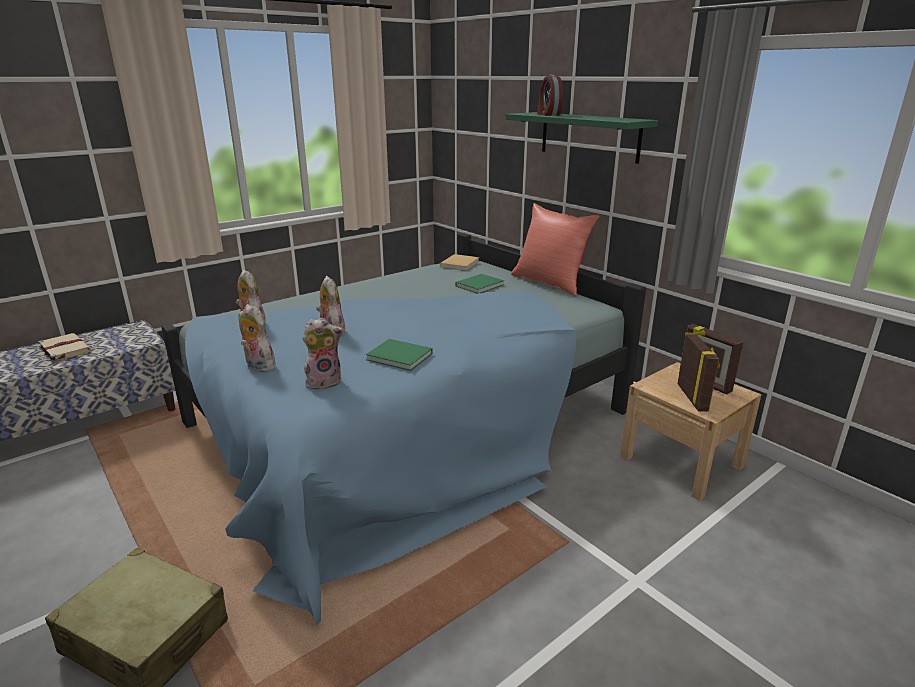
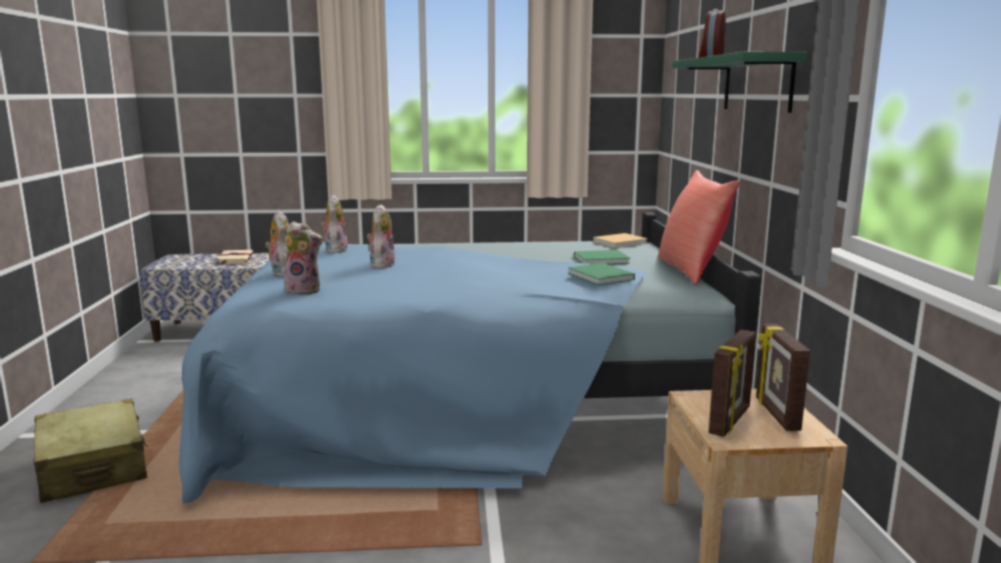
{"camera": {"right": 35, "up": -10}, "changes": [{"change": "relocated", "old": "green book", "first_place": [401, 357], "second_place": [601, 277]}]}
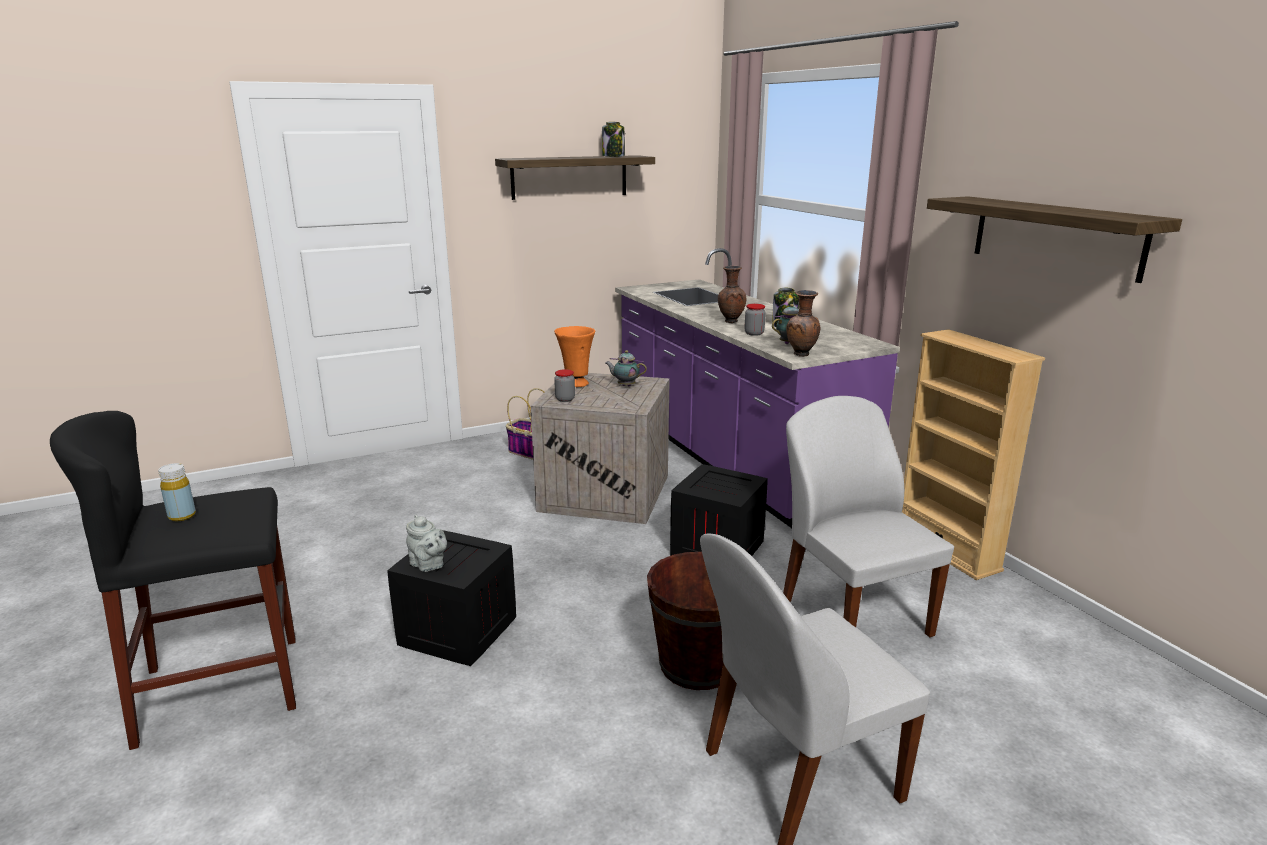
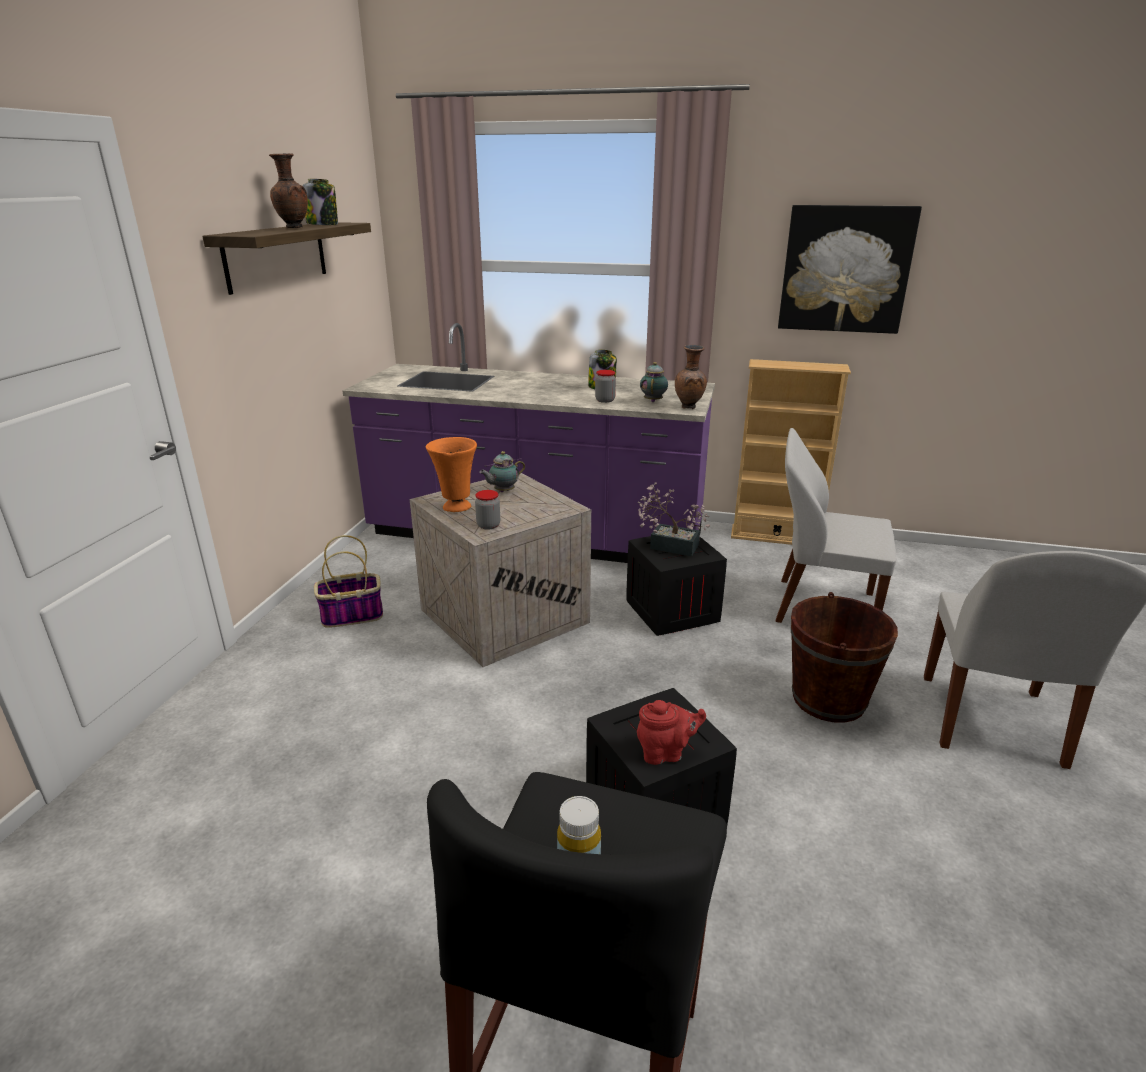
{"camera": {"right": -50, "up": 5}, "changes": [{"change": "exchanged", "old": "shelf", "new": "picture", "first_place": [1056, 236], "second_place": [845, 269]}, {"change": "relocated", "old": "brown vase", "first_place": [730, 321], "second_place": [293, 228]}, {"change": "colour", "old": "grey teapot", "new": "red teapot", "first_place": [428, 565], "second_place": [666, 753]}, {"change": "appeared", "new": "potted plant", "second_place": [668, 545]}]}
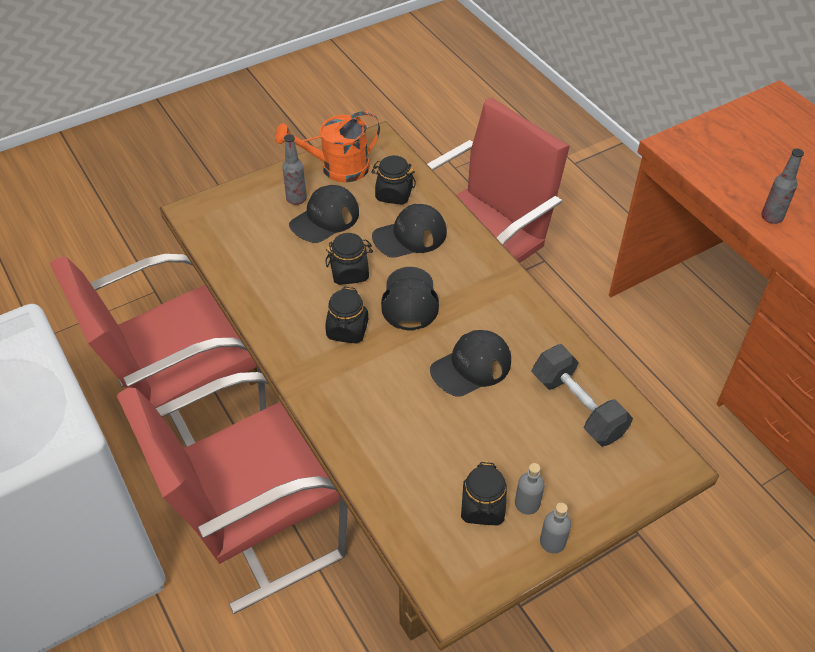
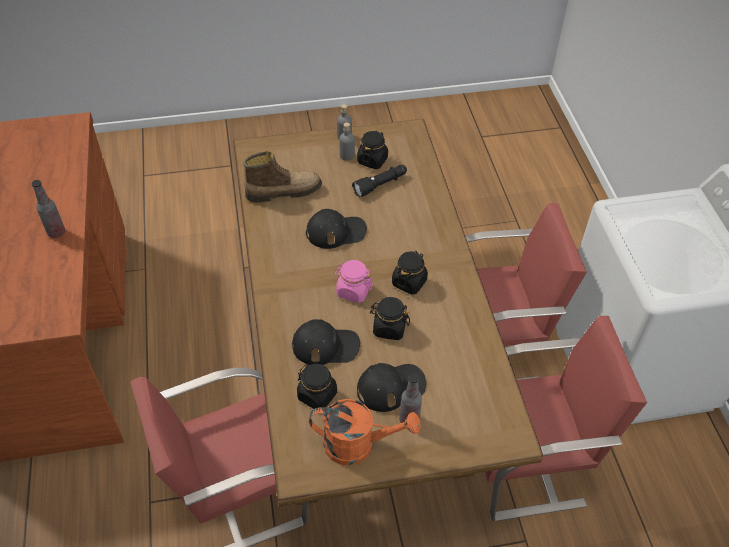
{"camera": {"right": -160, "up": 0}, "changes": [{"change": "exchanged", "old": "black cap", "new": "pink jar", "first_place": [409, 300], "second_place": [353, 291]}, {"change": "exchanged", "old": "grey dumbbell", "new": "boot", "first_place": [578, 406], "second_place": [283, 191]}, {"change": "appeared", "new": "black flashlight", "second_place": [380, 185]}]}
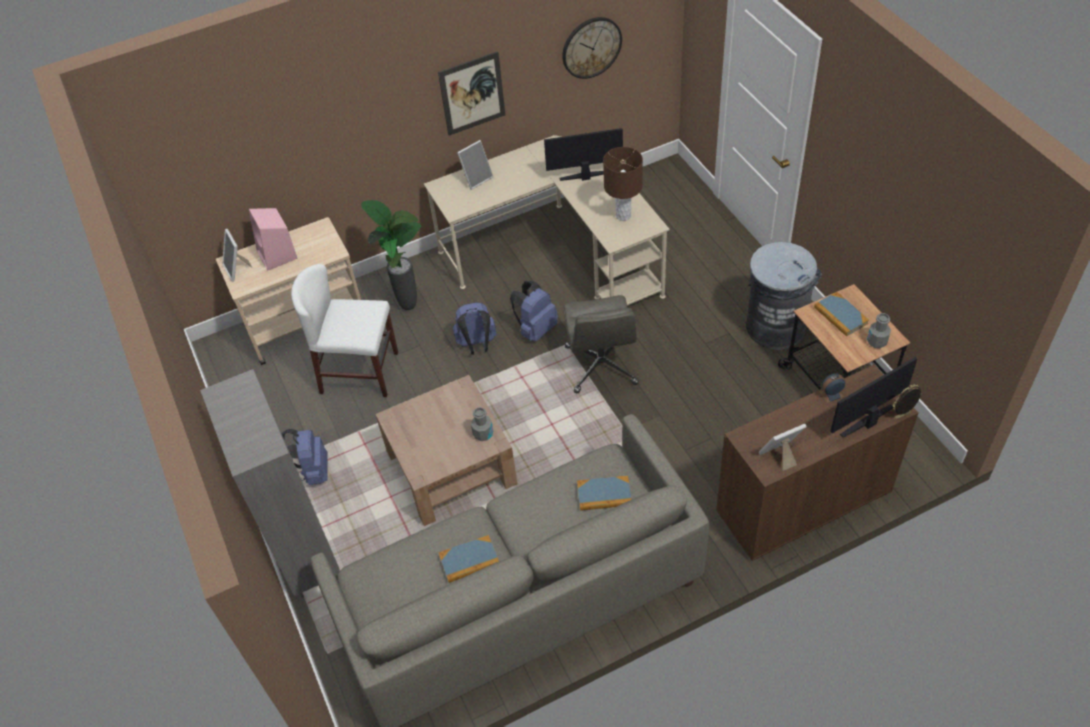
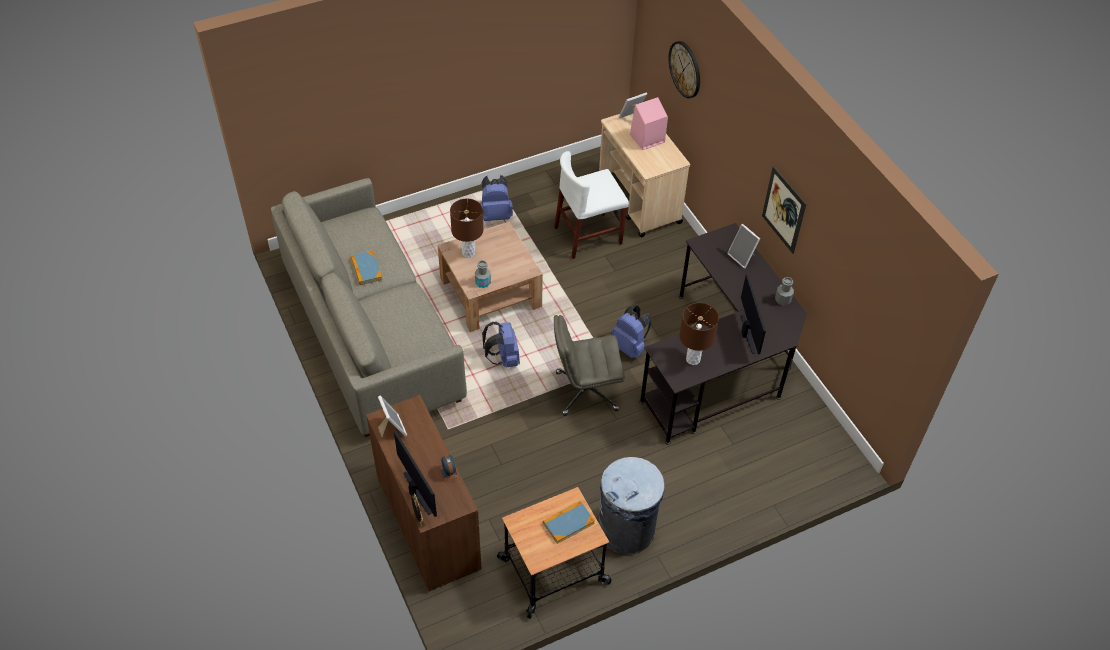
{"camera": {"right": 85, "up": 0}, "changes": [{"change": "relocated", "old": "wall clock", "first_place": [591, 47], "second_place": [685, 69]}, {"change": "colour", "old": "beige desk", "new": "black desk", "first_place": [557, 255], "second_place": [721, 364]}, {"change": "missing", "old": "potted plant", "first_place": [408, 305]}, {"change": "spun", "old": "white chair", "first_place": [359, 372], "second_place": [588, 235], "degrees": -120}, {"change": "relocated", "old": "blue backpack", "first_place": [477, 345], "second_place": [503, 358]}, {"change": "relocated", "old": "grey bottle", "first_place": [877, 341], "second_place": [782, 300]}, {"change": "missing", "old": "grey bookcase", "first_place": [306, 557]}, {"change": "missing", "old": "book", "first_place": [604, 495]}, {"change": "appeared", "new": "brown table lamp", "second_place": [468, 253]}]}
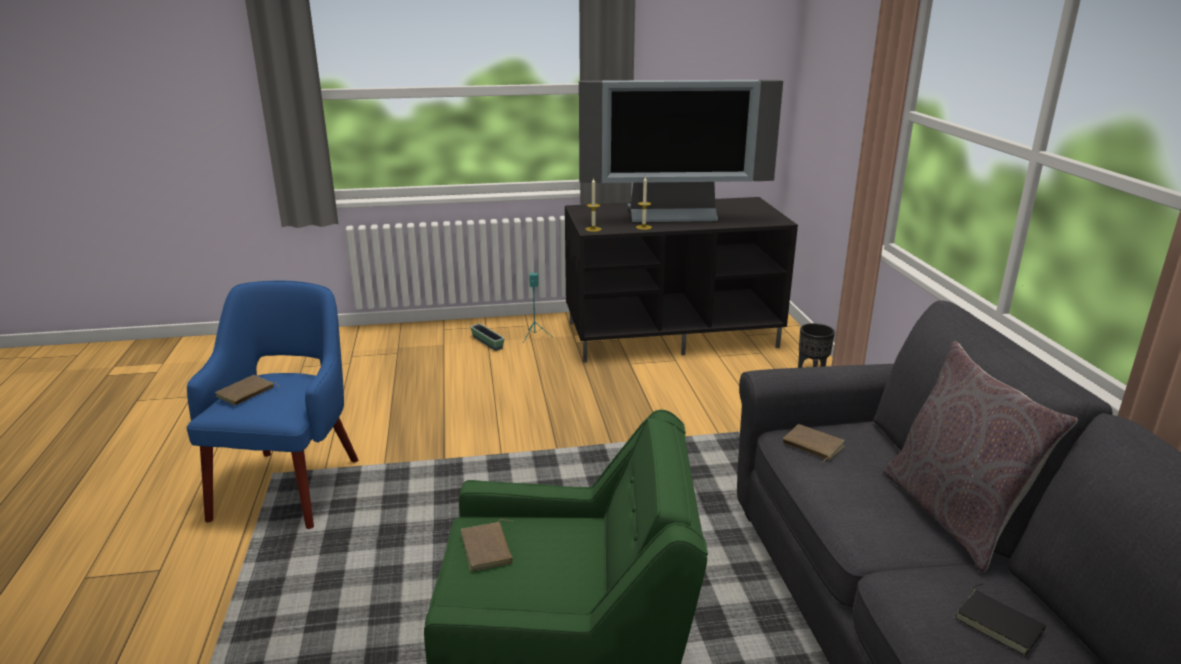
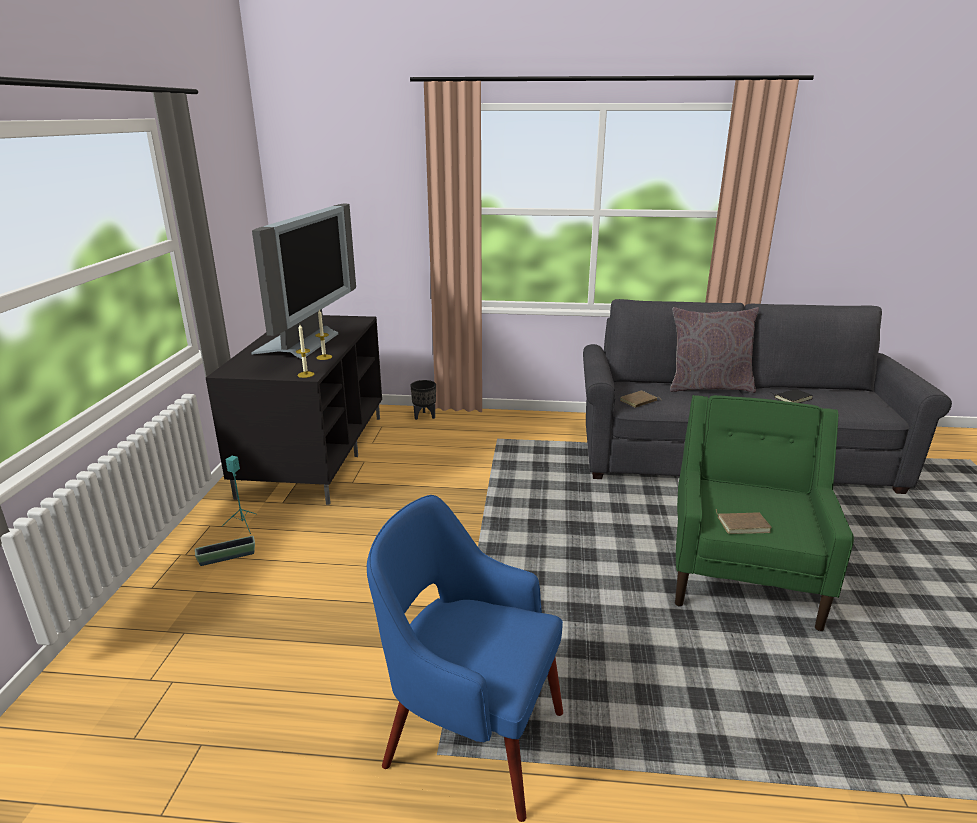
{"camera": {"right": -75, "up": 0}, "changes": [{"change": "missing", "old": "brown book", "first_place": [246, 393]}]}
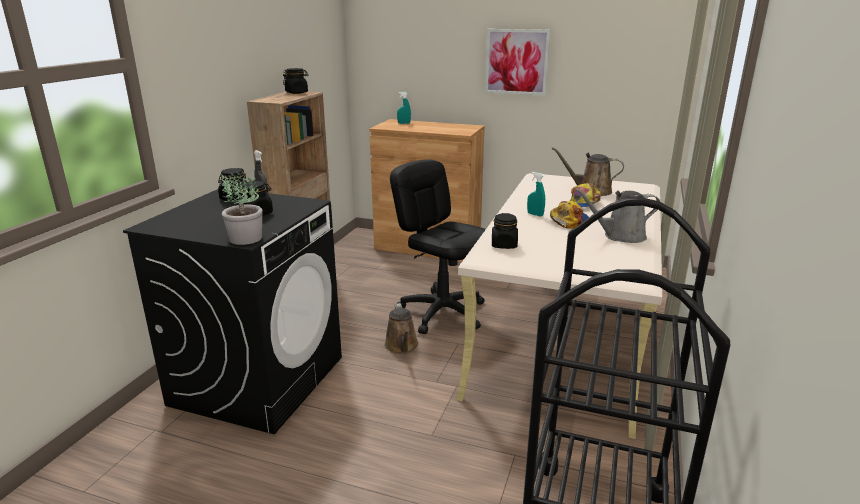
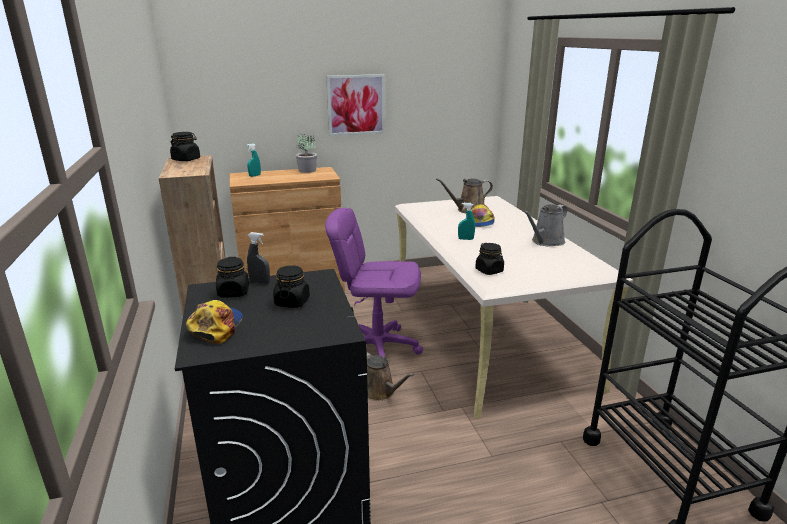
{"camera": {"right": -35, "up": 0}, "changes": [{"change": "colour", "old": "black office chair", "new": "purple office chair", "first_place": [442, 312], "second_place": [377, 348]}, {"change": "relocated", "old": "potted plant", "first_place": [245, 239], "second_place": [307, 170]}, {"change": "relocated", "old": "cap", "first_place": [568, 220], "second_place": [215, 326]}]}
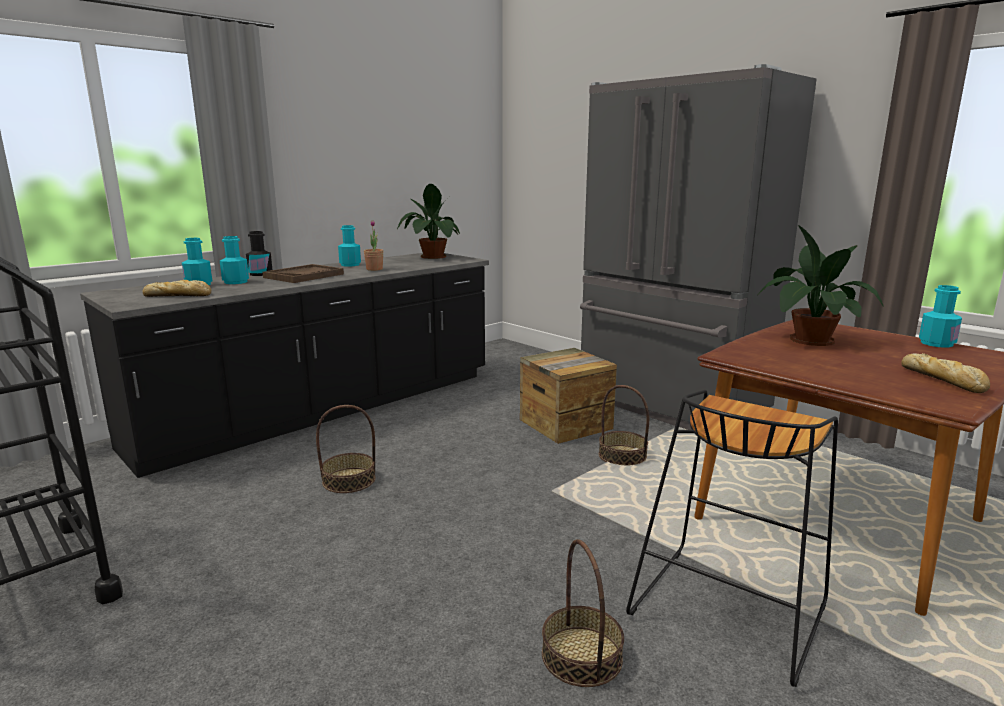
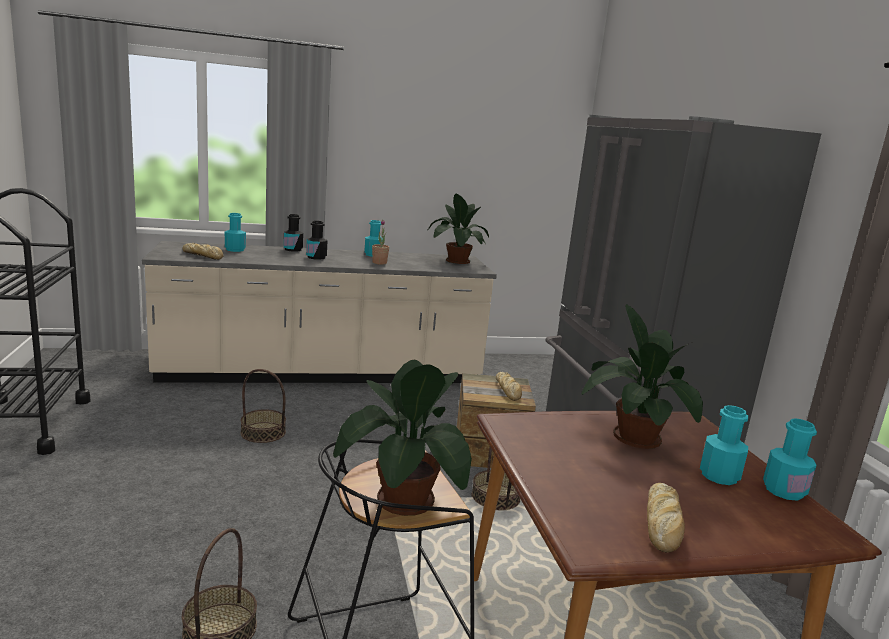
{"camera": {"right": 30, "up": 0}, "changes": [{"change": "relocated", "old": "turquoise bottle", "first_place": [236, 282], "second_place": [719, 476]}, {"change": "colour", "old": "black counter", "new": "beige counter", "first_place": [325, 410], "second_place": [323, 373]}, {"change": "exchanged", "old": "brown tray", "new": "black bottle", "first_place": [304, 276], "second_place": [316, 257]}, {"change": "appeared", "new": "potted plant", "second_place": [403, 502]}, {"change": "appeared", "new": "bread", "second_place": [508, 390]}]}
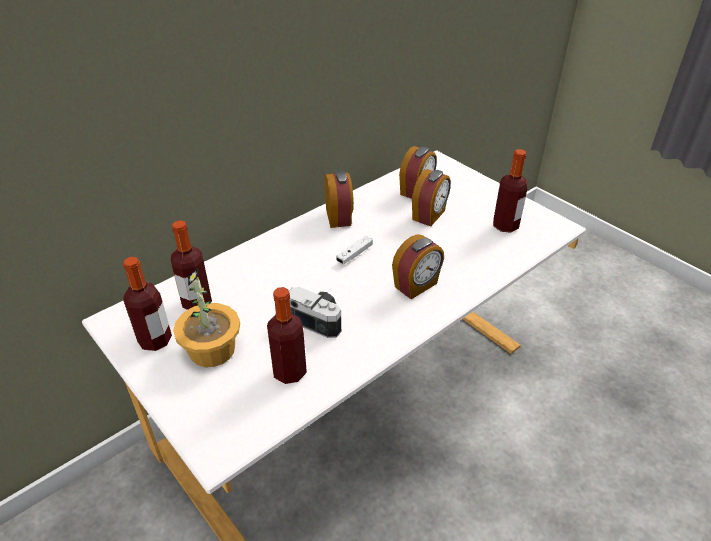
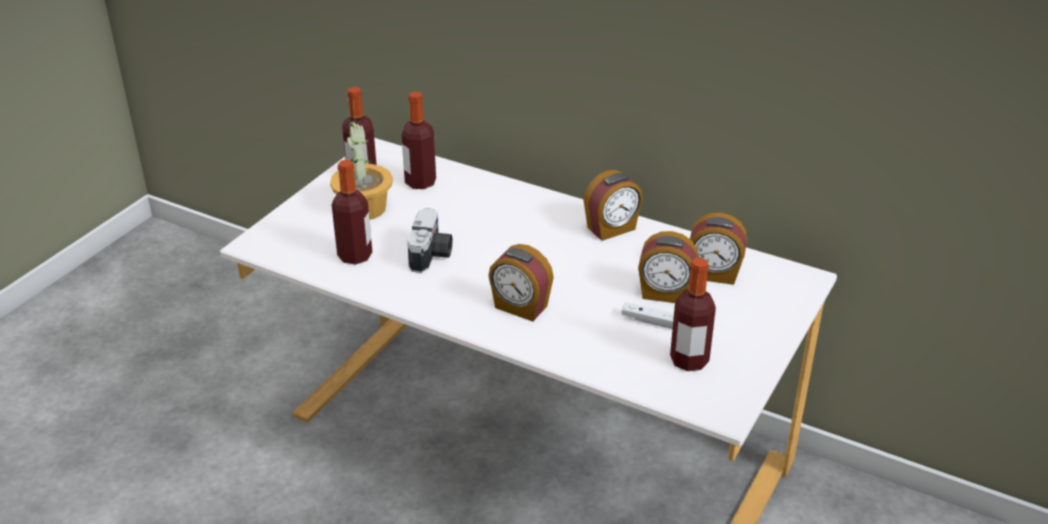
{"camera": {"right": 70, "up": -5}, "changes": [{"change": "relocated", "old": "white game controller", "first_place": [354, 254], "second_place": [650, 321]}]}
